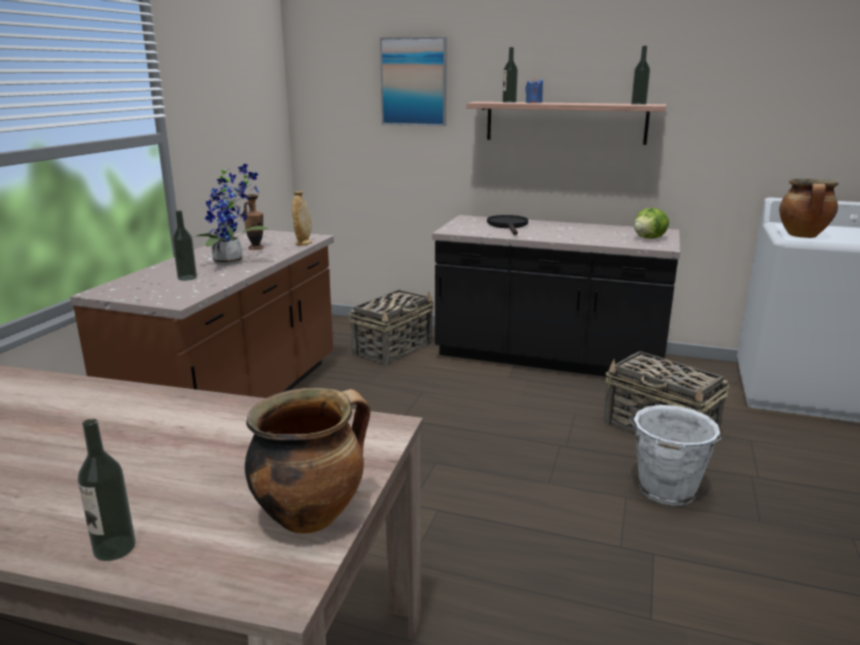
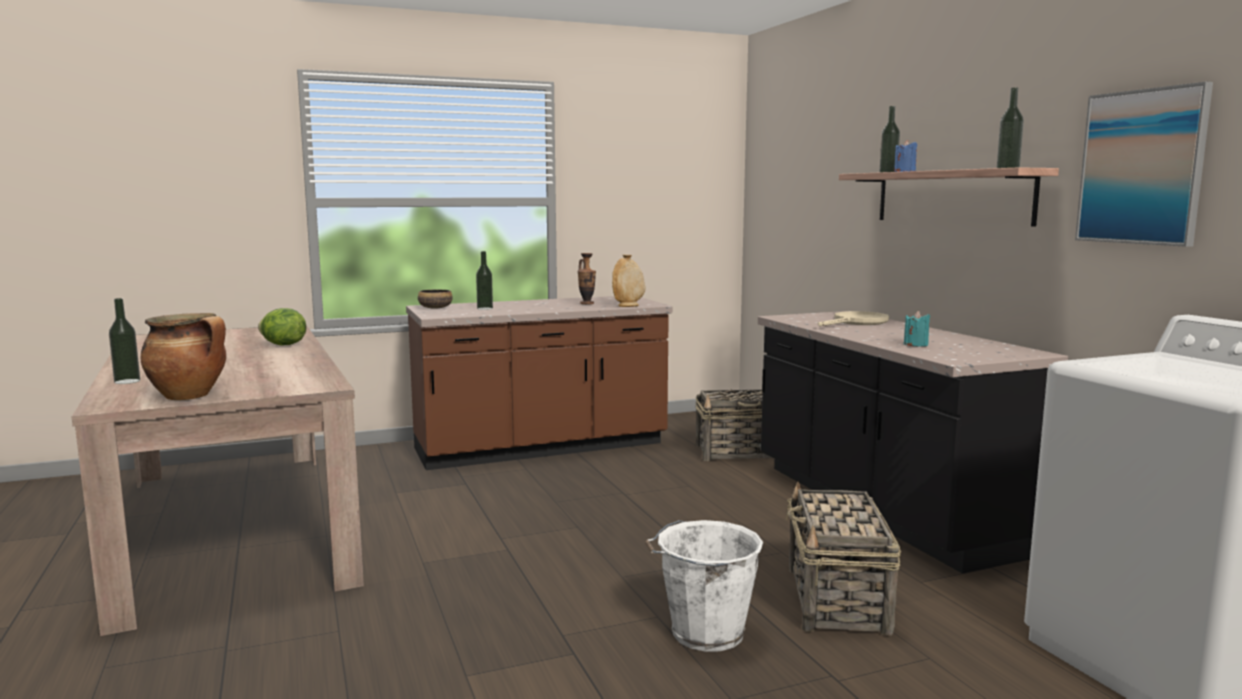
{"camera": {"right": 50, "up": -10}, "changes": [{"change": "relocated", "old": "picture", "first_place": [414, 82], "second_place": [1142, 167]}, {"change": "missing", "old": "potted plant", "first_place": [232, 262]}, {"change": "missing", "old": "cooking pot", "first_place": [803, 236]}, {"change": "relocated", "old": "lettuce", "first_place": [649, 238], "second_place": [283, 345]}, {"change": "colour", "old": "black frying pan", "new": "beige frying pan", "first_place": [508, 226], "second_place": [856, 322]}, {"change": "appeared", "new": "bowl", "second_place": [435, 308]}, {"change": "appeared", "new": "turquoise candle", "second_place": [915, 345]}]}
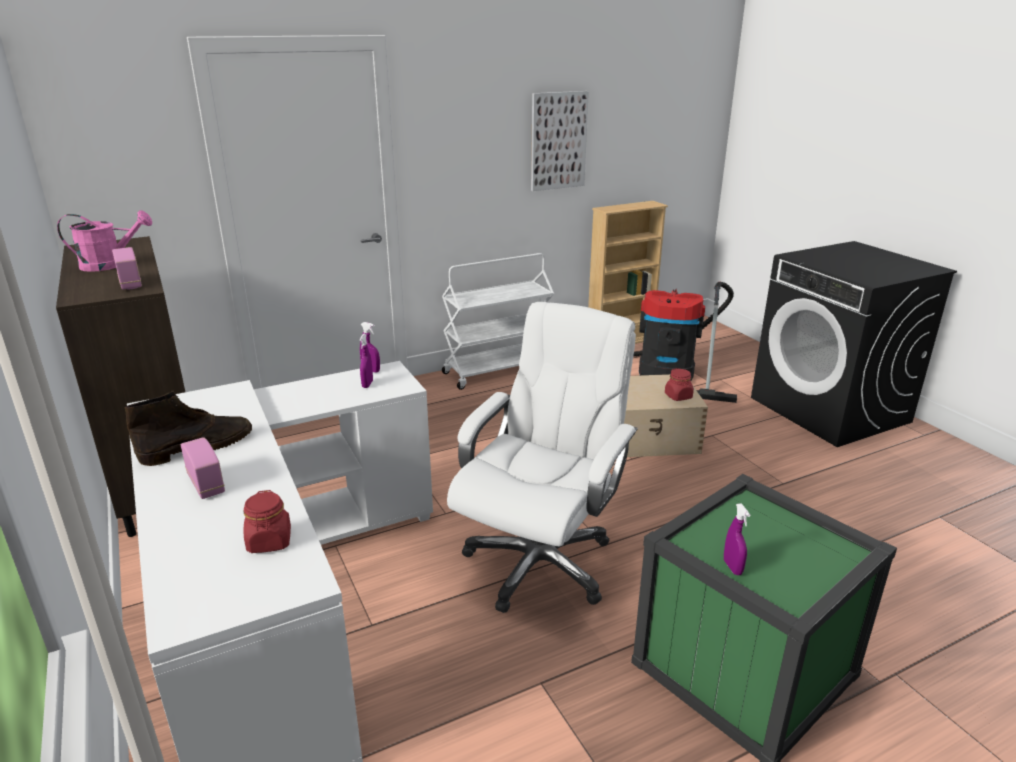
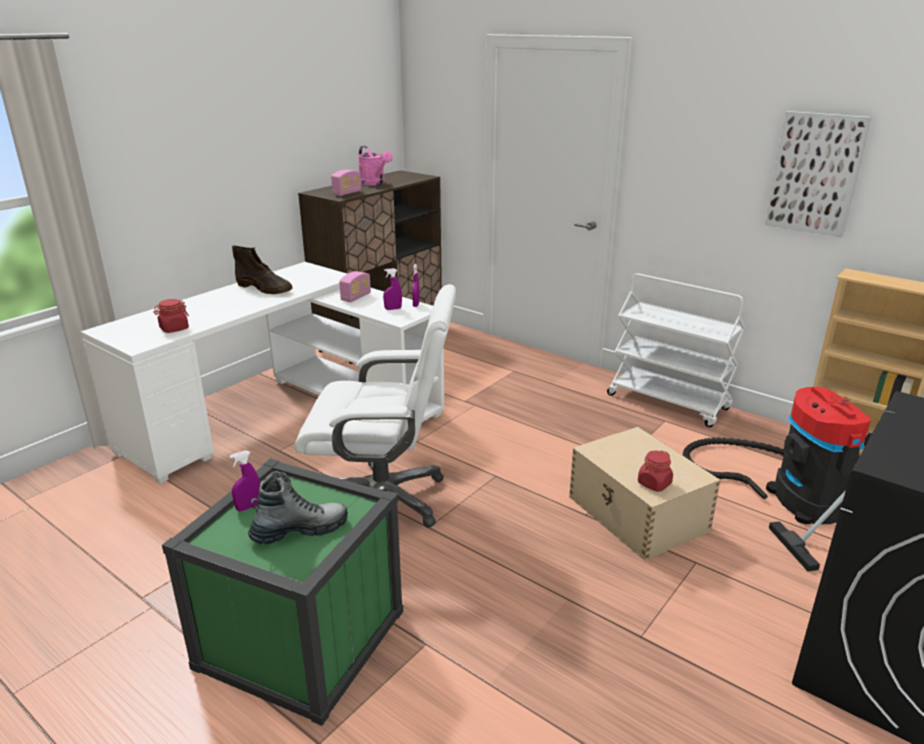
{"camera": {"right": 65, "up": 0}, "changes": [{"change": "relocated", "old": "radio", "first_place": [206, 484], "second_place": [356, 297]}, {"change": "appeared", "new": "boot", "second_place": [300, 530]}]}
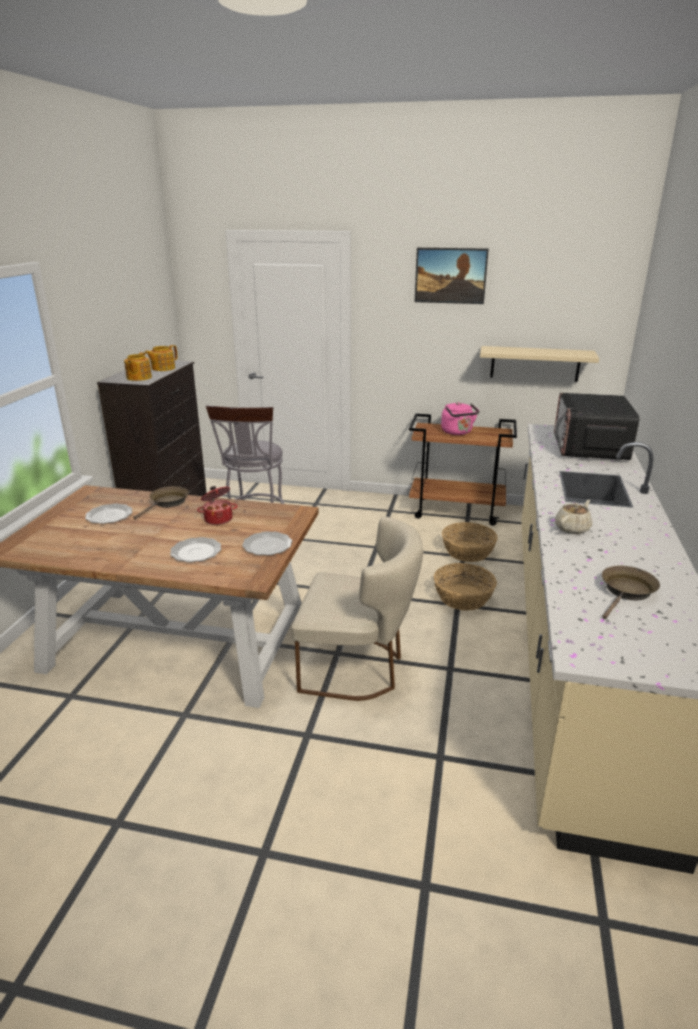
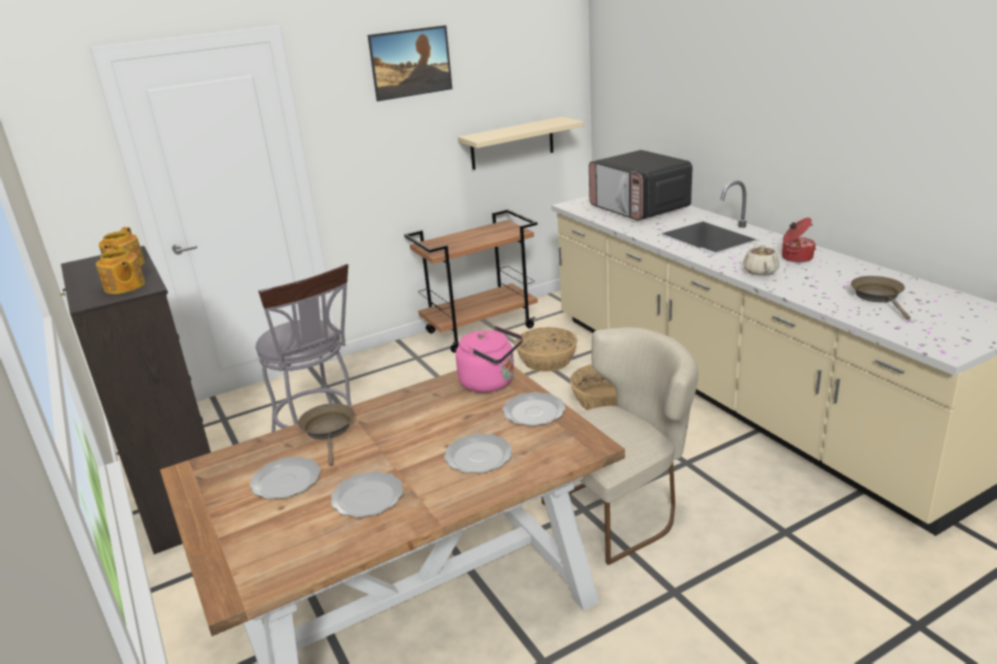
{"camera": {"right": -40, "up": 0}, "changes": [{"change": "relocated", "old": "pink kettle", "first_place": [458, 432], "second_place": [491, 383]}, {"change": "relocated", "old": "cooking pot", "first_place": [218, 519], "second_place": [796, 257]}, {"change": "appeared", "new": "plate", "second_place": [366, 497]}]}
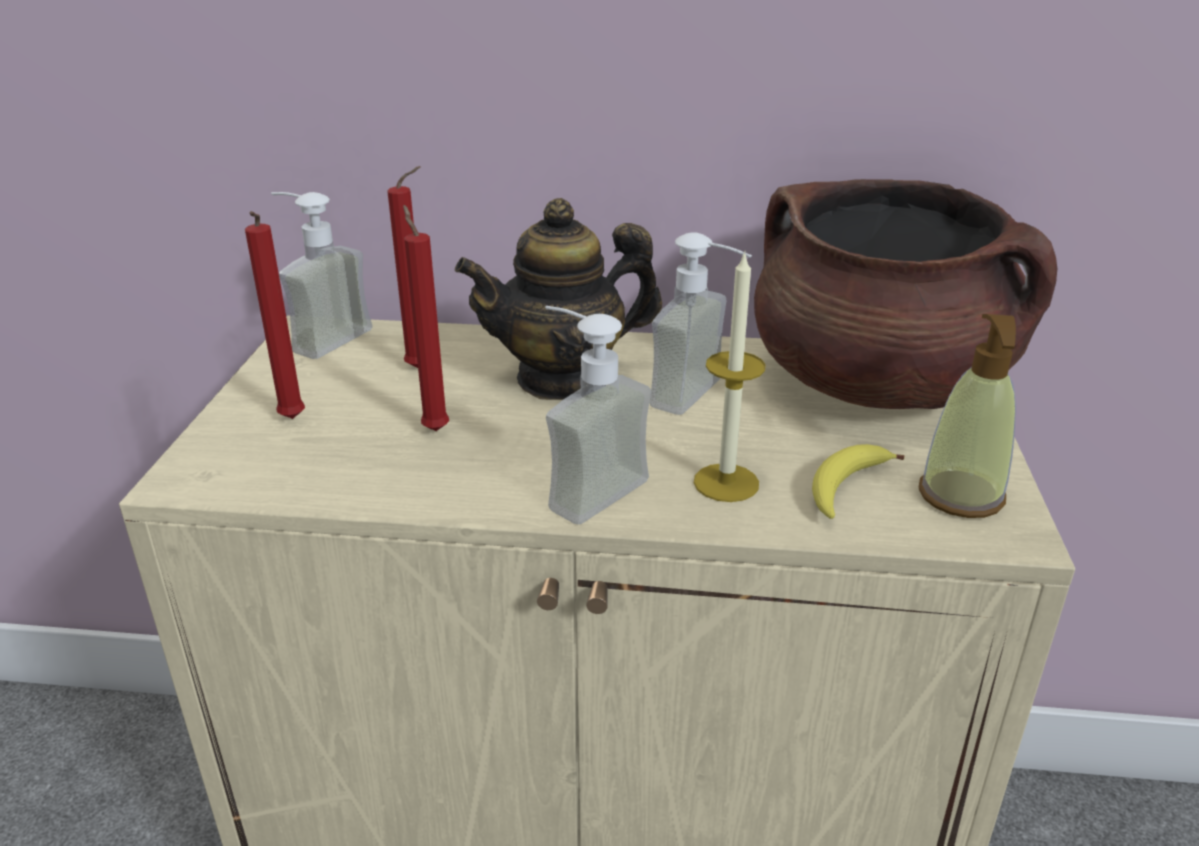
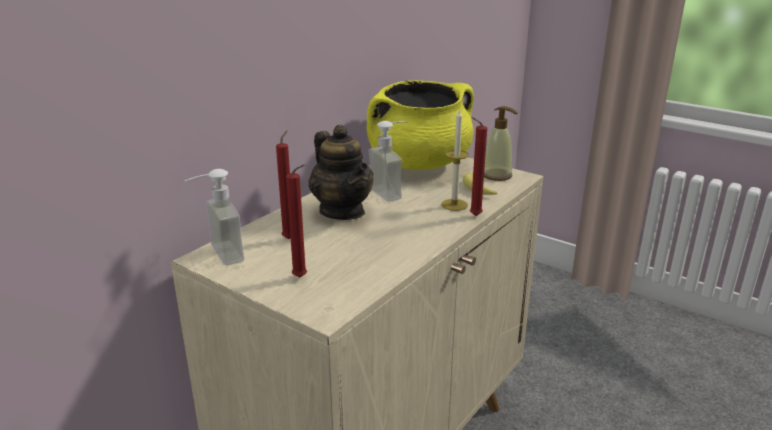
{"camera": {"right": -60, "up": -5}, "changes": [{"change": "colour", "old": "brown cooking pot", "new": "yellow cooking pot", "first_place": [878, 385], "second_place": [419, 164]}, {"change": "spun", "old": "teapot", "first_place": [563, 378], "second_place": [342, 211], "degrees": -45}, {"change": "relocated", "old": "red candle", "first_place": [434, 428], "second_place": [473, 215]}, {"change": "missing", "old": "soap dispenser", "first_place": [582, 487]}]}
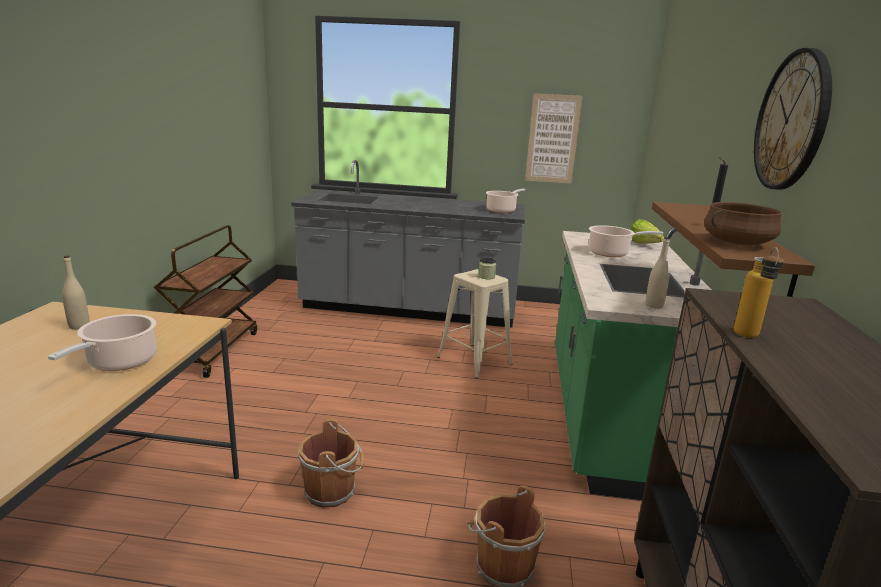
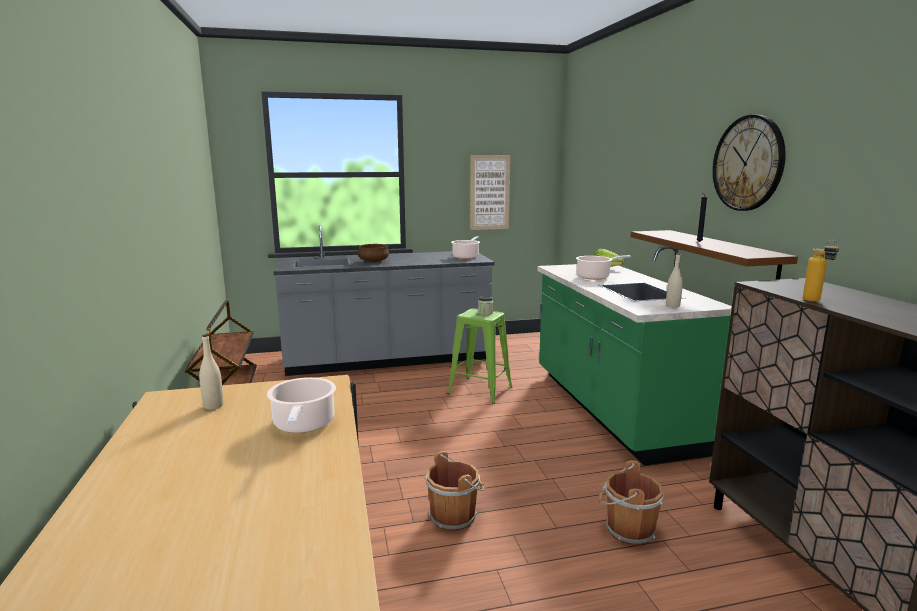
{"camera": {"right": -20, "up": -5}, "changes": [{"change": "relocated", "old": "brown cooking pot", "first_place": [737, 243], "second_place": [373, 261]}, {"change": "colour", "old": "beige stool", "new": "green stool", "first_place": [474, 360], "second_place": [479, 390]}]}
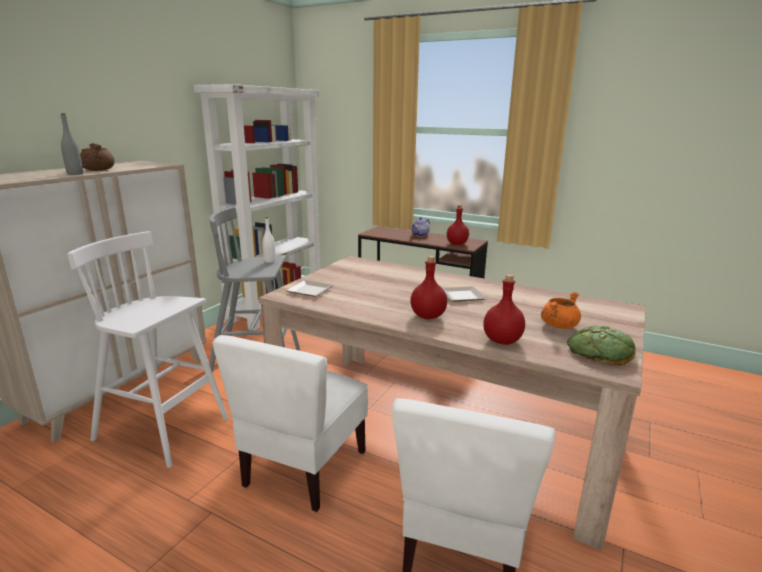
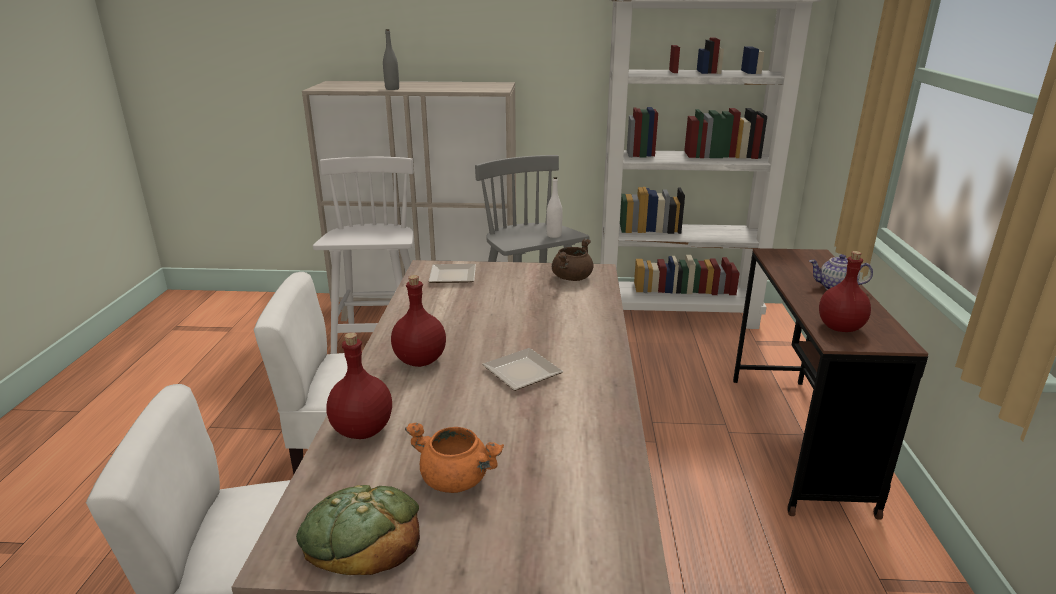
{"camera": {"right": 65, "up": 5}, "changes": [{"change": "relocated", "old": "brown cooking pot", "first_place": [98, 170], "second_place": [571, 277]}]}
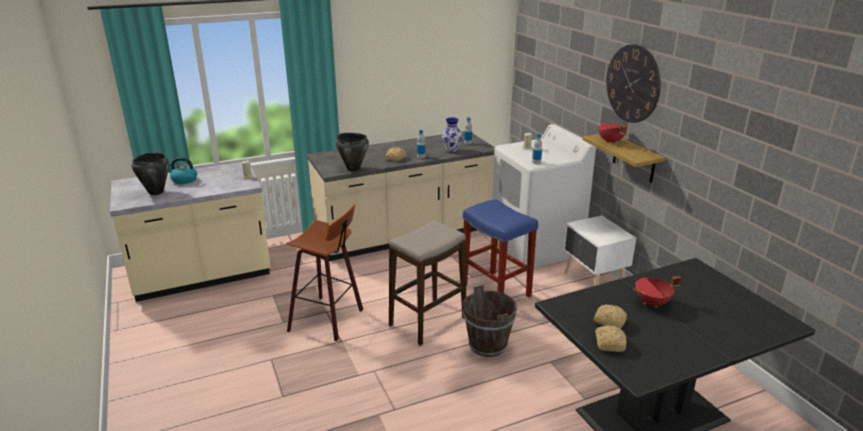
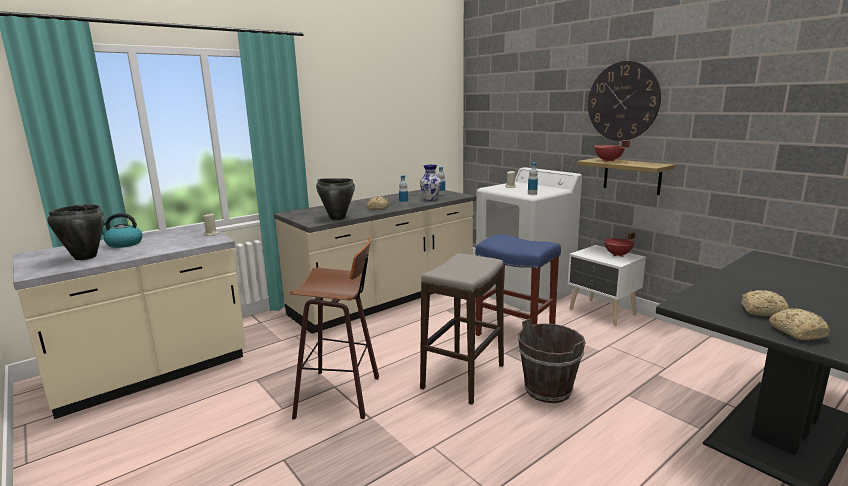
{"camera": {"right": -15, "up": -10}, "changes": [{"change": "relocated", "old": "red cooking pot", "first_place": [652, 303], "second_place": [618, 255]}]}
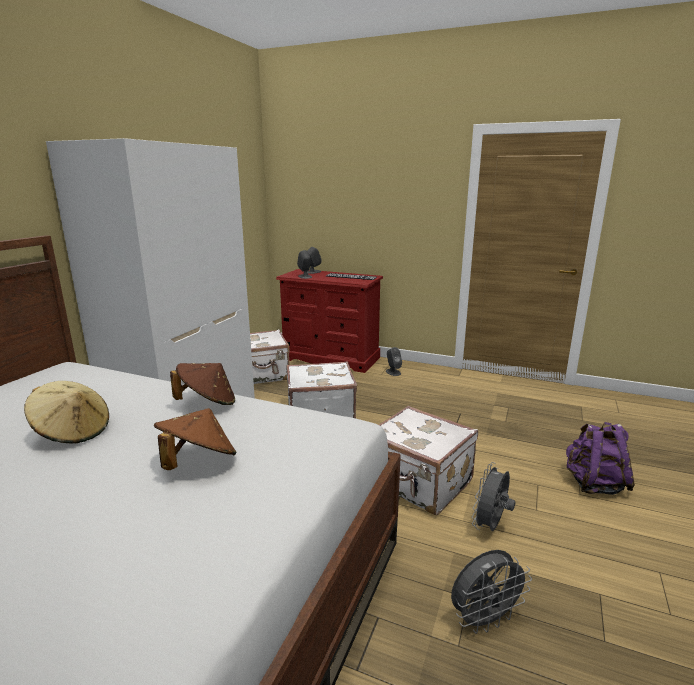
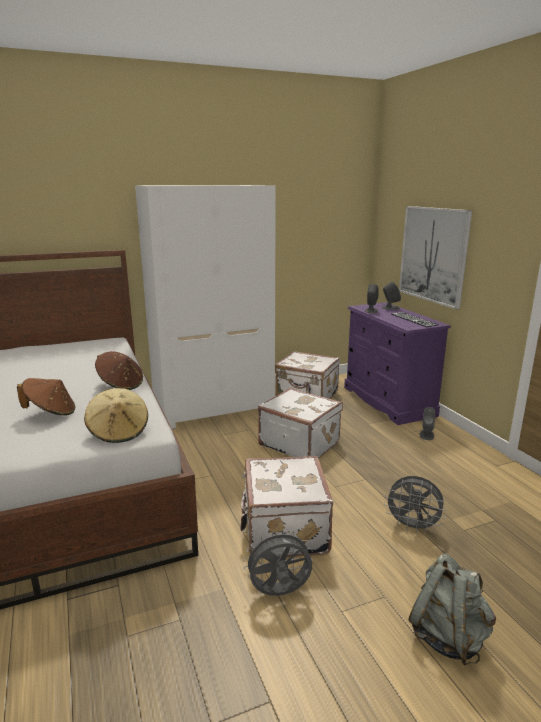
{"camera": {"right": 45, "up": 0}, "changes": [{"change": "colour", "old": "red dresser", "new": "purple dresser", "first_place": [331, 358], "second_place": [388, 401]}, {"change": "relocated", "old": "beige hat", "first_place": [73, 432], "second_place": [119, 432]}, {"change": "colour", "old": "purple backpack", "new": "grey backpack", "first_place": [594, 484], "second_place": [448, 636]}, {"change": "relocated", "old": "grey fan", "first_place": [484, 619], "second_place": [412, 527]}, {"change": "appeared", "new": "picture", "second_place": [433, 255]}]}
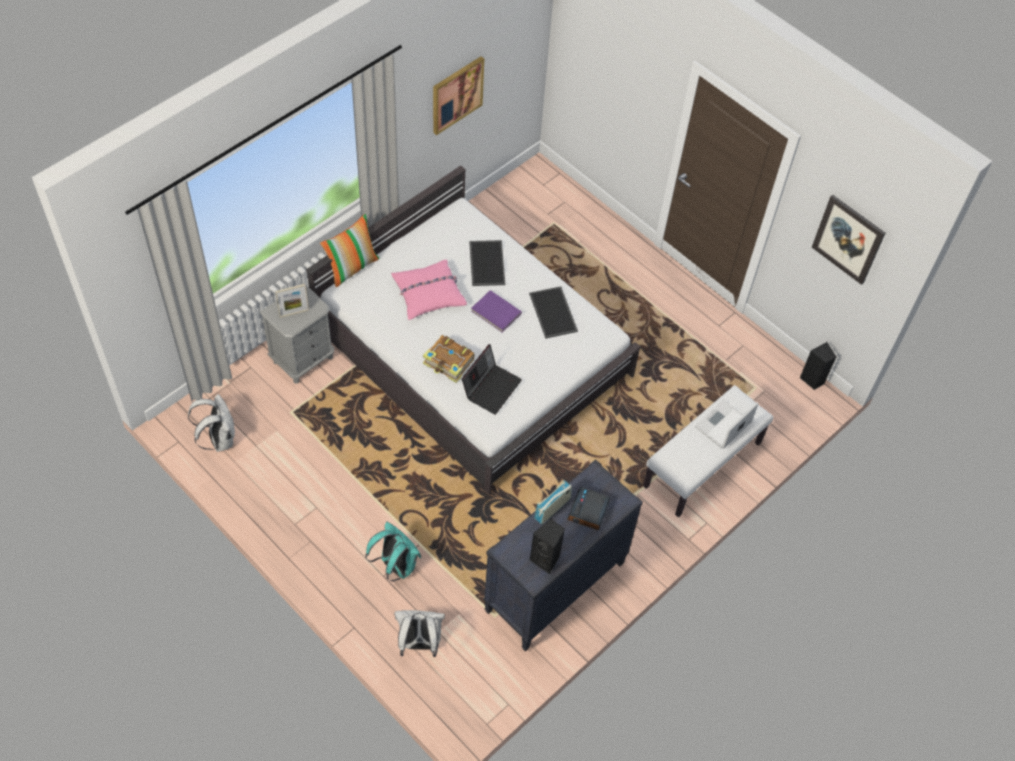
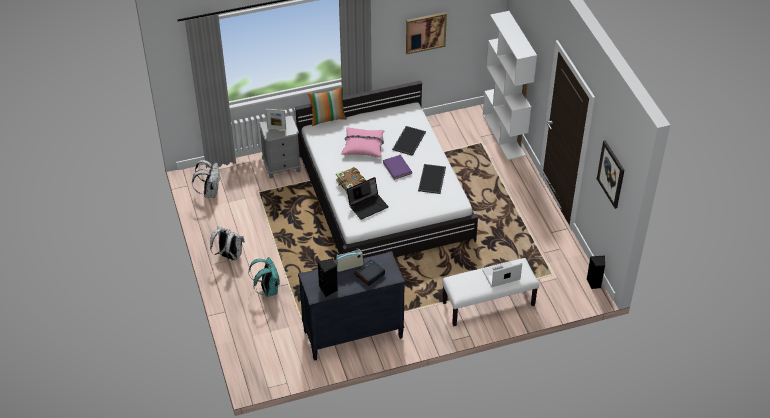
{"camera": {"right": 30, "up": -10}, "changes": [{"change": "relocated", "old": "white backpack", "first_place": [419, 643], "second_place": [229, 256]}, {"change": "appeared", "new": "white bookcase", "second_place": [504, 135]}]}
